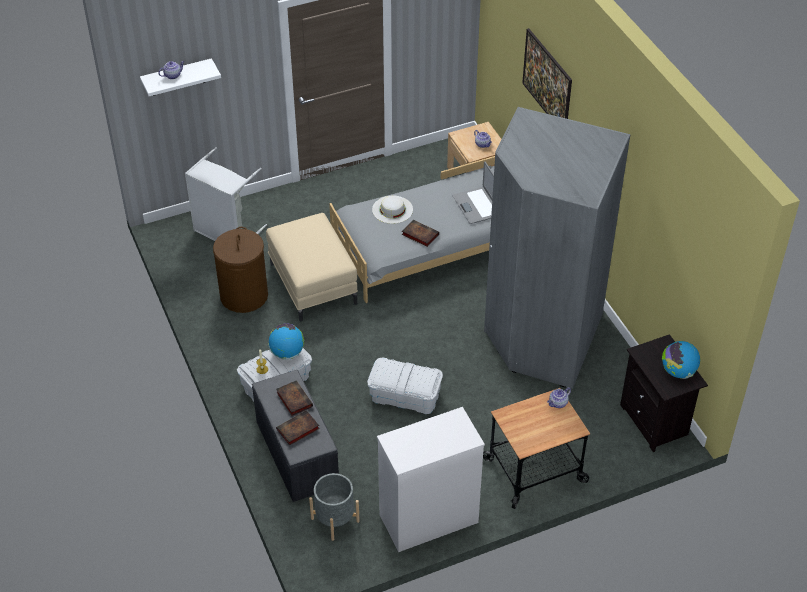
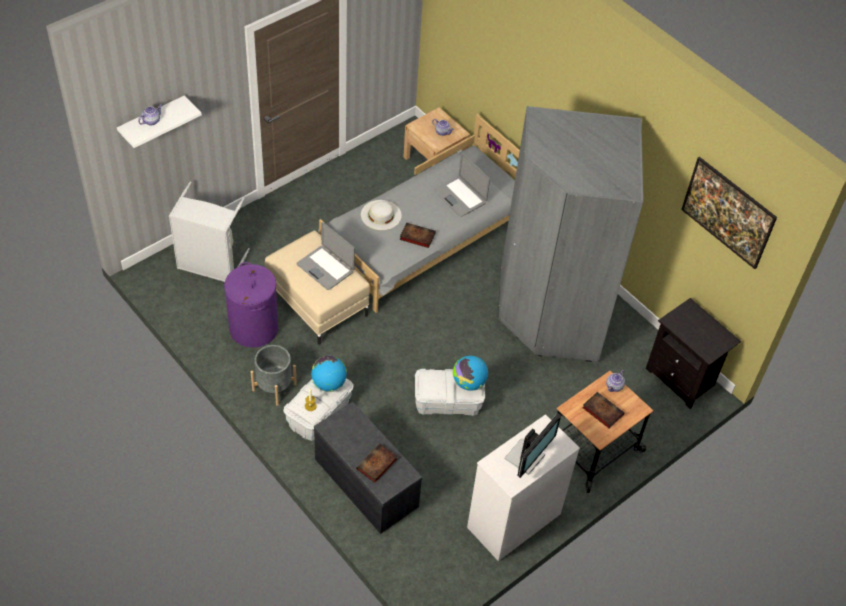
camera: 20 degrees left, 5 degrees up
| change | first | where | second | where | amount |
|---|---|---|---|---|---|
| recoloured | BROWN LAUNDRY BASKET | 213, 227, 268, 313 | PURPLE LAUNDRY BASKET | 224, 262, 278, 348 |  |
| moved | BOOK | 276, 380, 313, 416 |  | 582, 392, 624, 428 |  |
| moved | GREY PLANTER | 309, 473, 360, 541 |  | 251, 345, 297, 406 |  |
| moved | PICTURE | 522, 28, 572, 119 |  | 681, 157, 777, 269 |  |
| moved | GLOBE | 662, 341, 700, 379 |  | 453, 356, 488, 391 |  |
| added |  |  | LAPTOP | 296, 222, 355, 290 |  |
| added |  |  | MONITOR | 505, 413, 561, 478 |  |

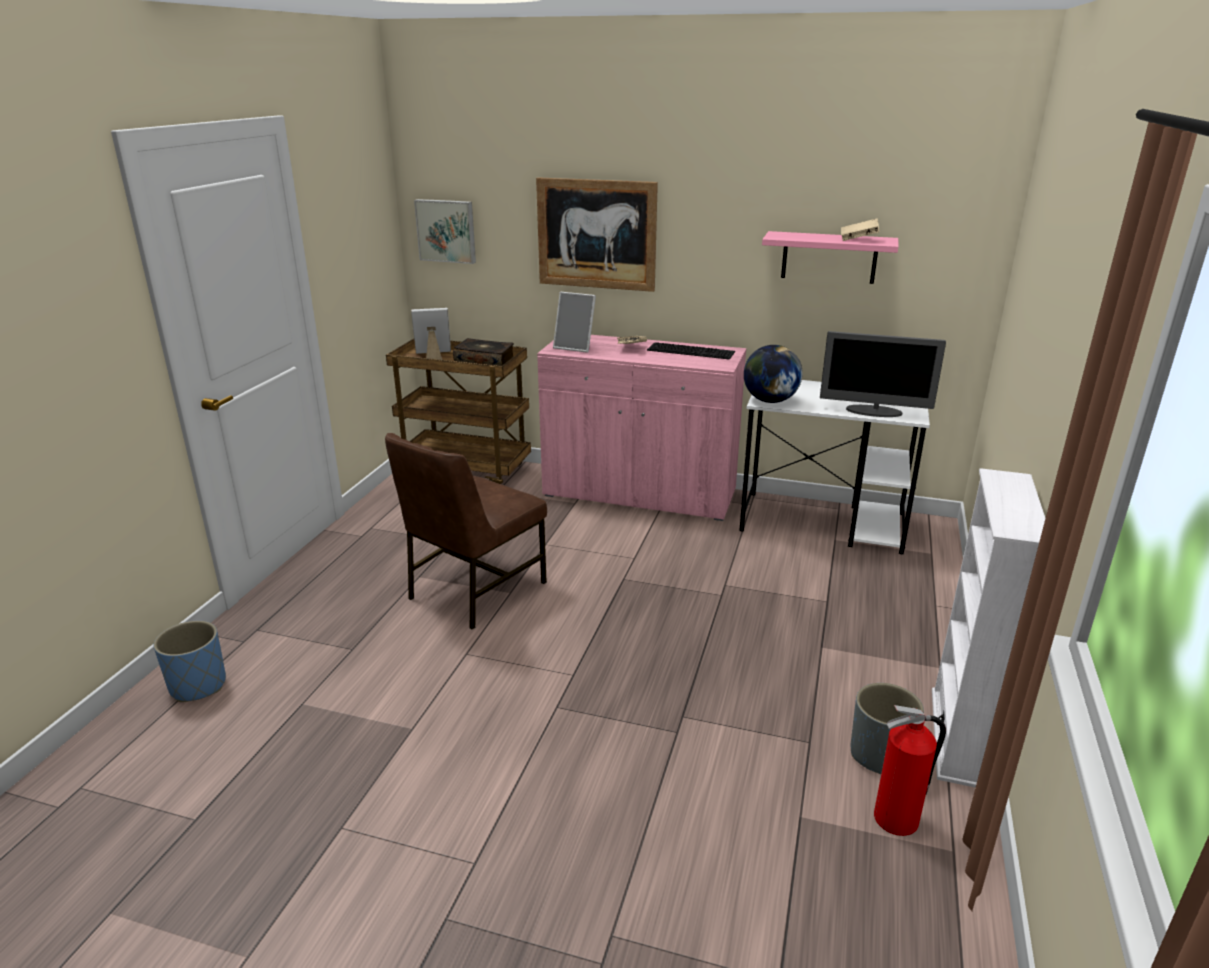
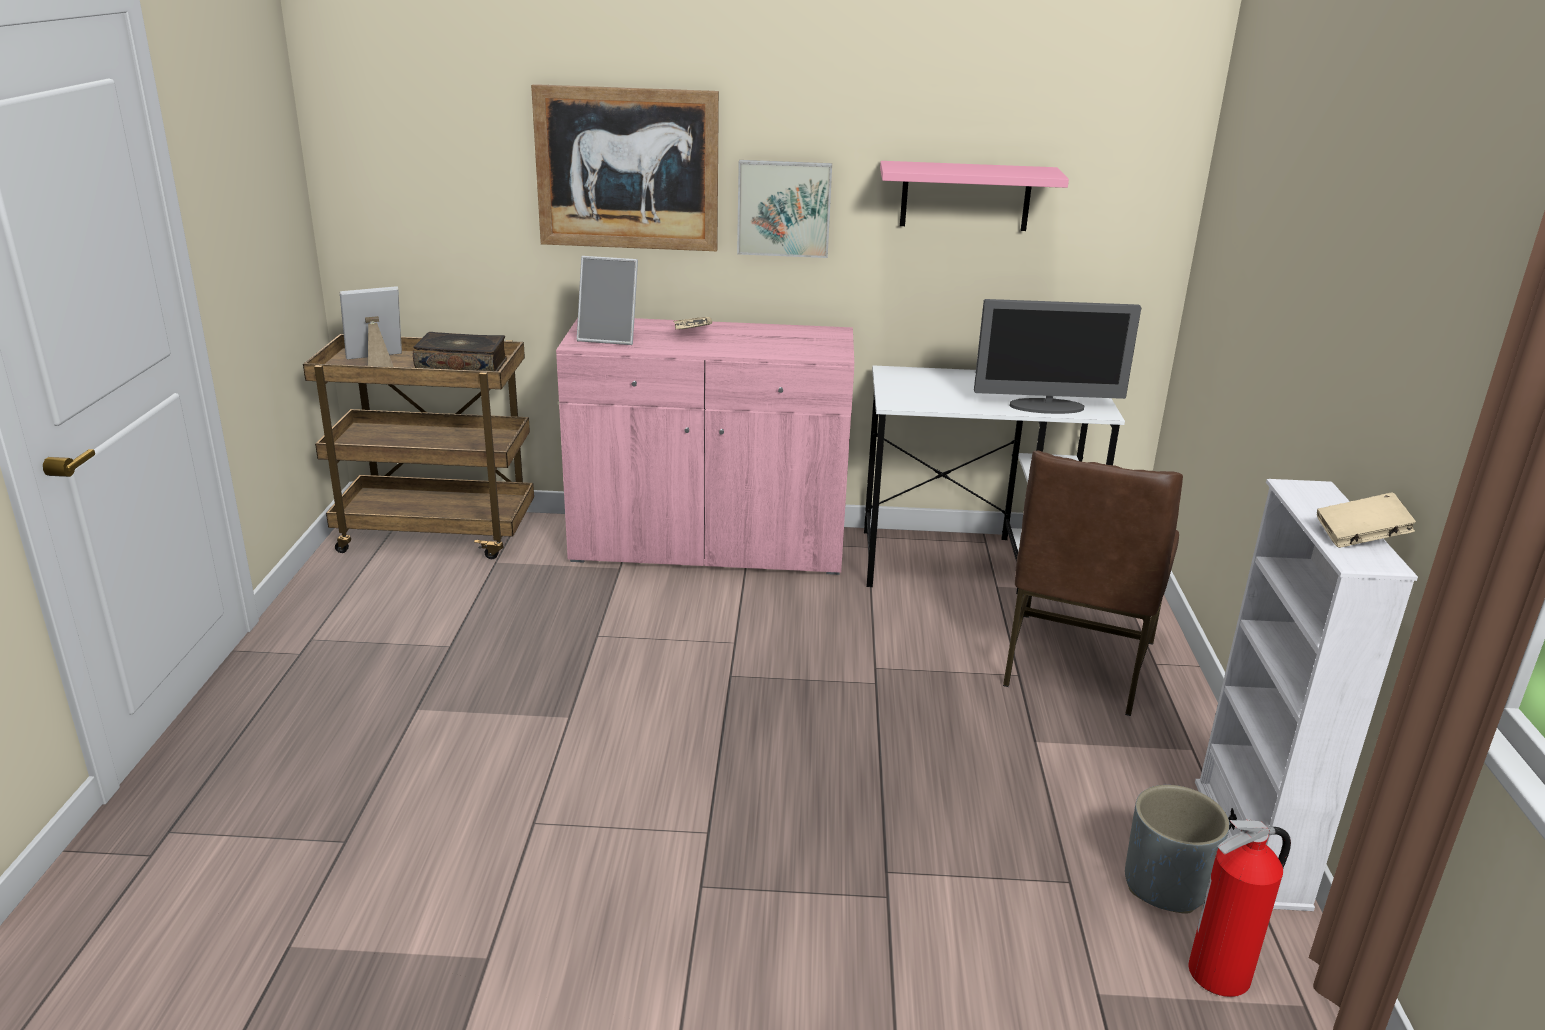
camera: 15 degrees left, 0 degrees up
| change | first | where | second | where | amount |
|---|---|---|---|---|---|
| removed | BLUE PLANTER | 153, 621, 226, 702 |  |  |  |
| moved | BROWN CHAIR | 385, 433, 547, 630 |  | 1003, 450, 1183, 716 |  |
| moved | PICTURE | 414, 199, 476, 264 |  | 737, 160, 832, 258 |  |
| removed | KEYBOARD | 647, 342, 735, 360 |  |  |  |
| removed | GLOBE | 744, 345, 803, 403 |  |  |  |
| moved | BEIGE BOOK | 841, 218, 879, 241 |  | 1317, 492, 1416, 548 |  |

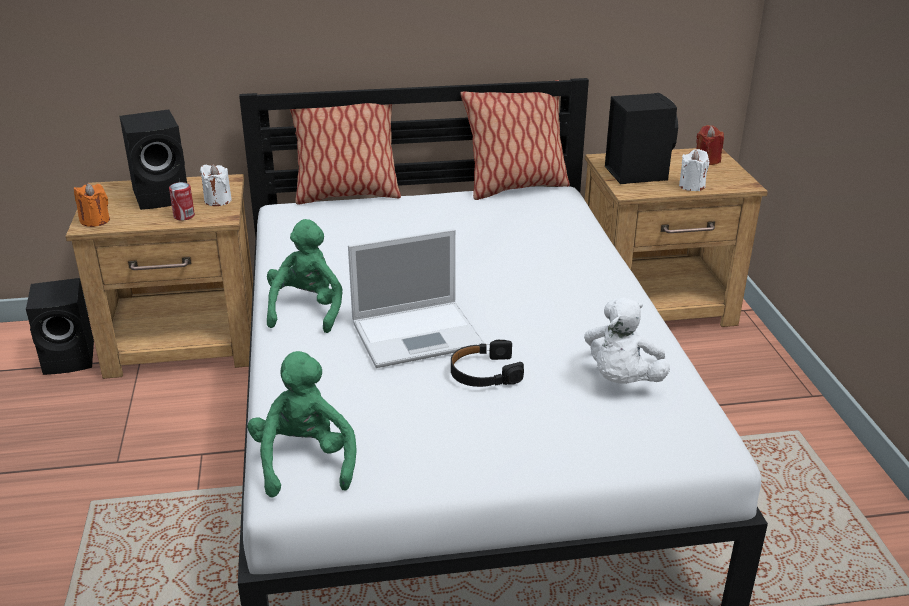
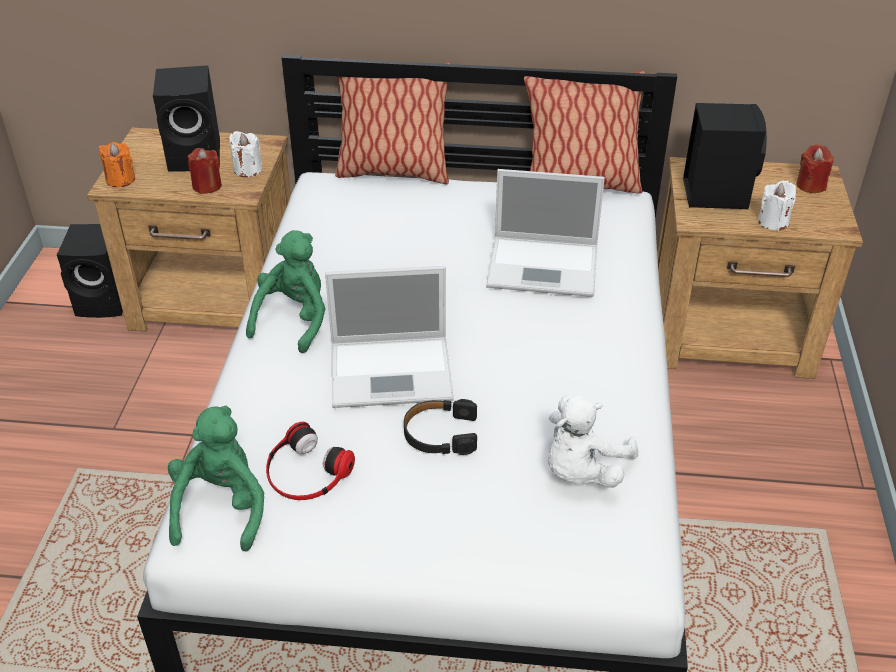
camera: 15 degrees right, 10 degrees up
| change | first | where | second | where | amount |
|---|---|---|---|---|---|
| replaced | CAN | 169, 182, 195, 220 | RED CANDLE | 188, 148, 222, 194 |  |
| added |  |  | HEADPHONES | 266, 422, 355, 500 |  |
| added |  |  | LAPTOP | 486, 169, 605, 297 |  |

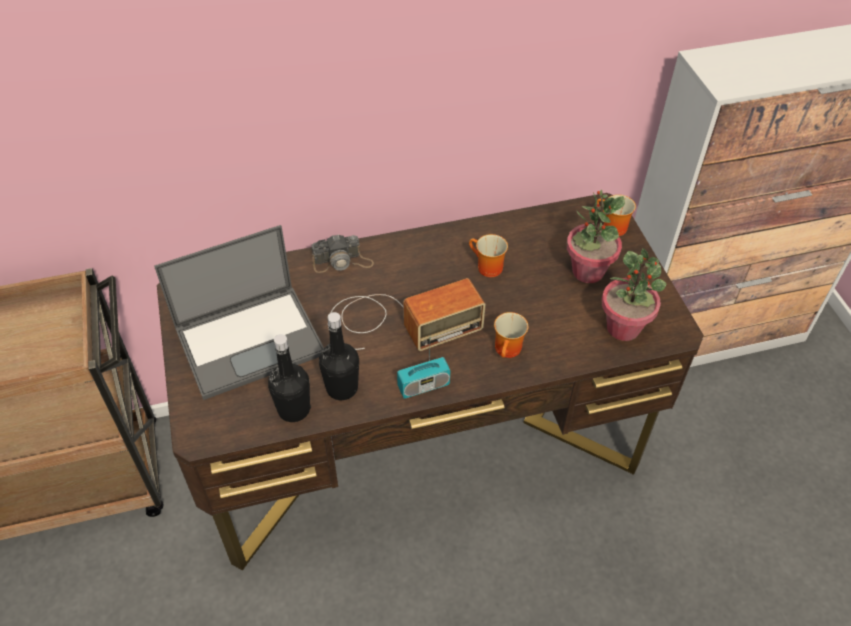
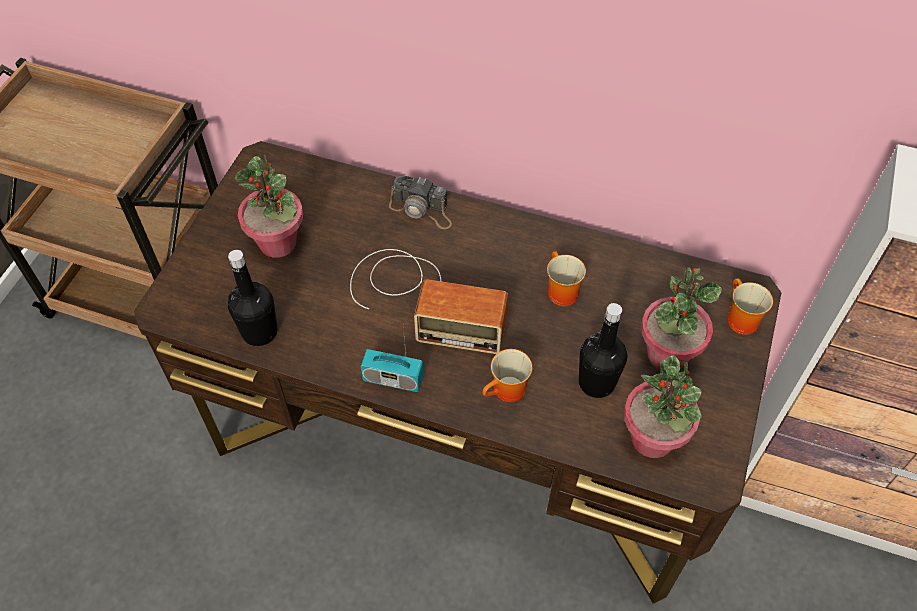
camera: 35 degrees right, 5 degrees up
| change | first | where | second | where | amount |
|---|---|---|---|---|---|
| replaced | LAPTOP | 154, 225, 324, 400 | POTTED PLANT | 235, 155, 303, 258 |  |
| moved | BLACK BOTTLE | 319, 312, 359, 400 |  | 579, 303, 627, 398 |  |

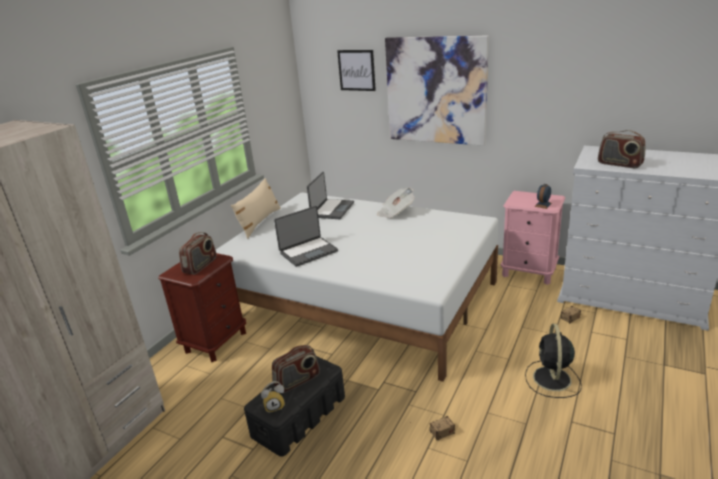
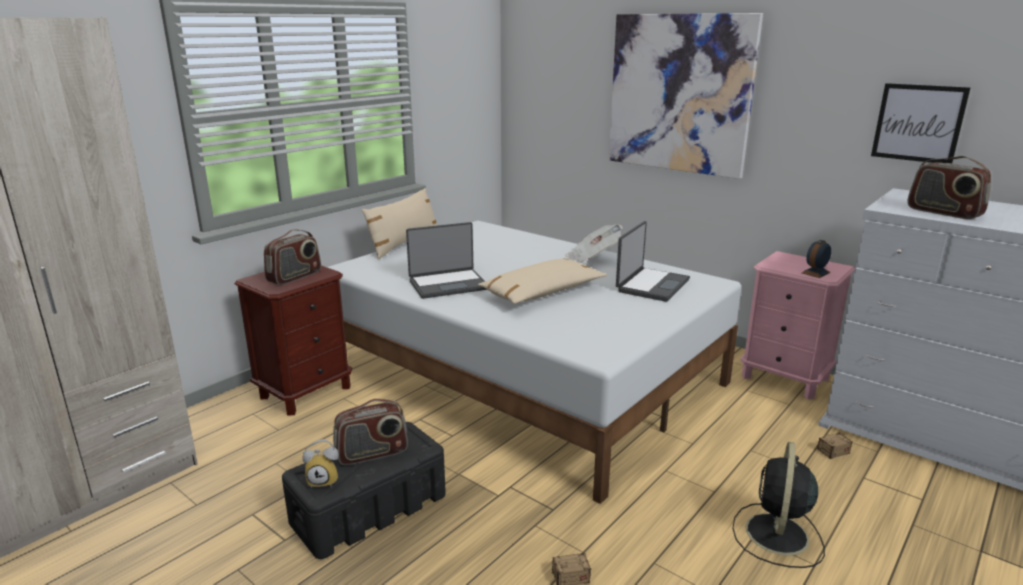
camera: 10 degrees right, 5 degrees down
| change | first | where | second | where | amount |
|---|---|---|---|---|---|
| moved | LAPTOP | 307, 172, 354, 219 |  | 616, 221, 690, 302 |  |
| moved | PICTURE | 337, 50, 376, 91 |  | 871, 83, 970, 163 |  |
| added |  |  | BEIGE PILLOW | 478, 259, 607, 304 |  |

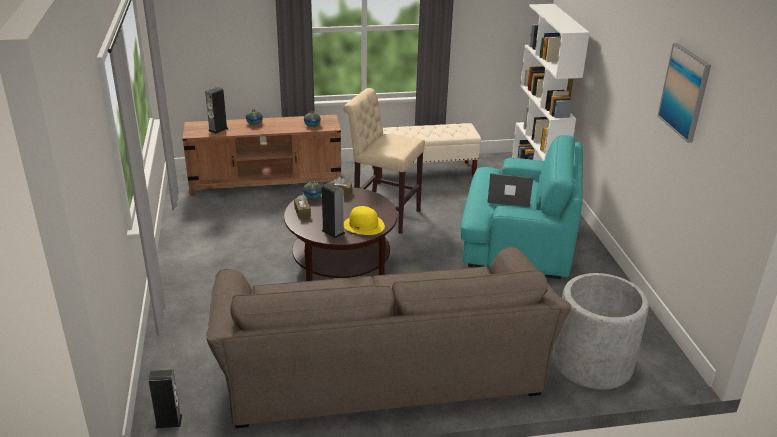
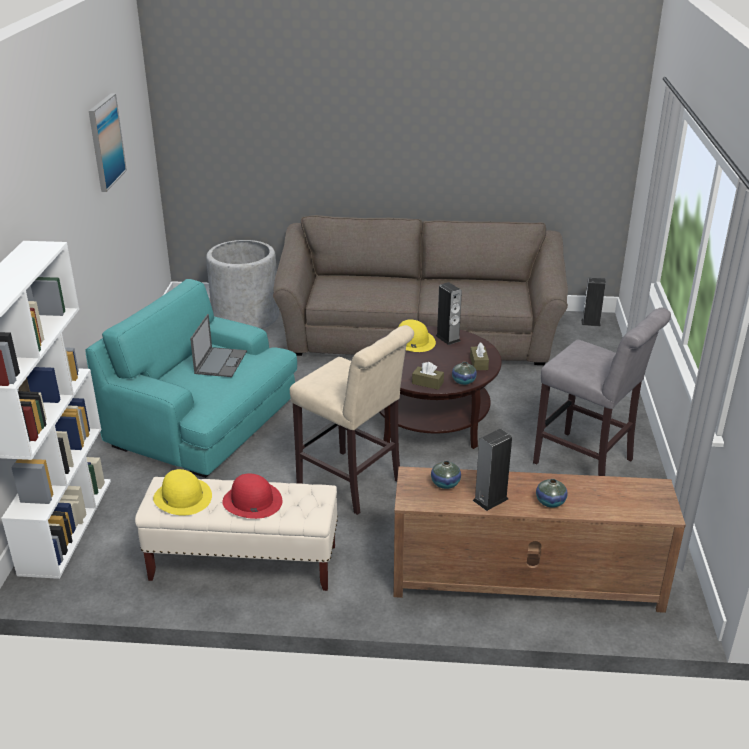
camera: 165 degrees left, 0 degrees up
| change | first | where | second | where | amount |
|---|---|---|---|---|---|
| moved | SPEAKER | 205, 87, 228, 134 |  | 473, 429, 512, 511 |  |
| turned | LAPTOP | 487, 173, 533, 207 |  | 190, 314, 247, 377 | 105 degrees counterclockwise |
| added |  |  | YELLOW HAT | 153, 469, 212, 516 |  |
| added |  |  | RED HAT | 222, 473, 282, 519 |  |
| added |  |  | GREY STOOL | 533, 308, 671, 476 |  |

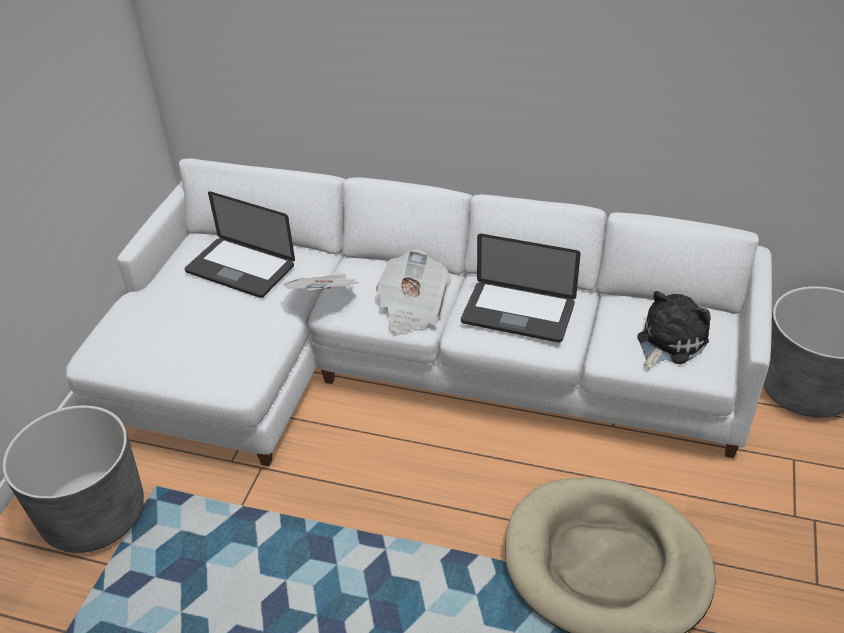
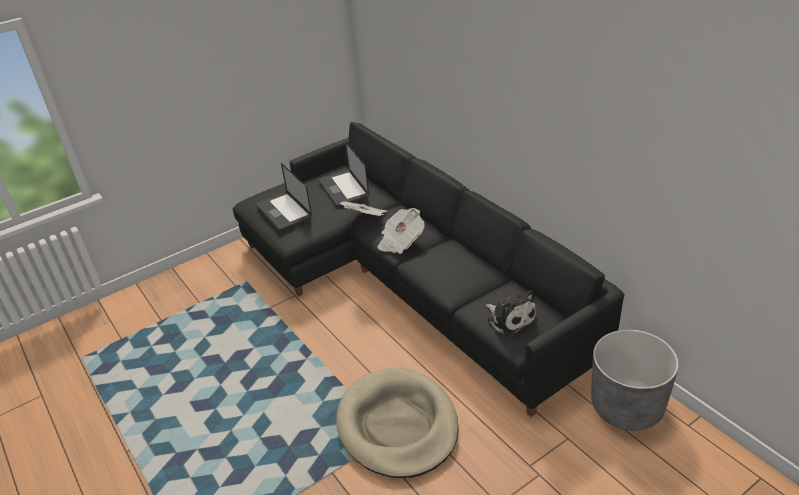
camera: 40 degrees right, 5 degrees down
| change | first | where | second | where | amount |
|---|---|---|---|---|---|
| removed | GREY PLANTER | 2, 405, 144, 553 |  |  |  |
| recoloured | WHITE SOFA | 66, 158, 772, 466 | BLACK SOFA | 233, 122, 624, 417 |  |
| moved | LAPTOP | 461, 234, 581, 343 |  | 256, 163, 312, 231 |  |
| turned | PLUSH TOY | 637, 291, 711, 369 |  | 486, 291, 537, 337 | 60 degrees clockwise |

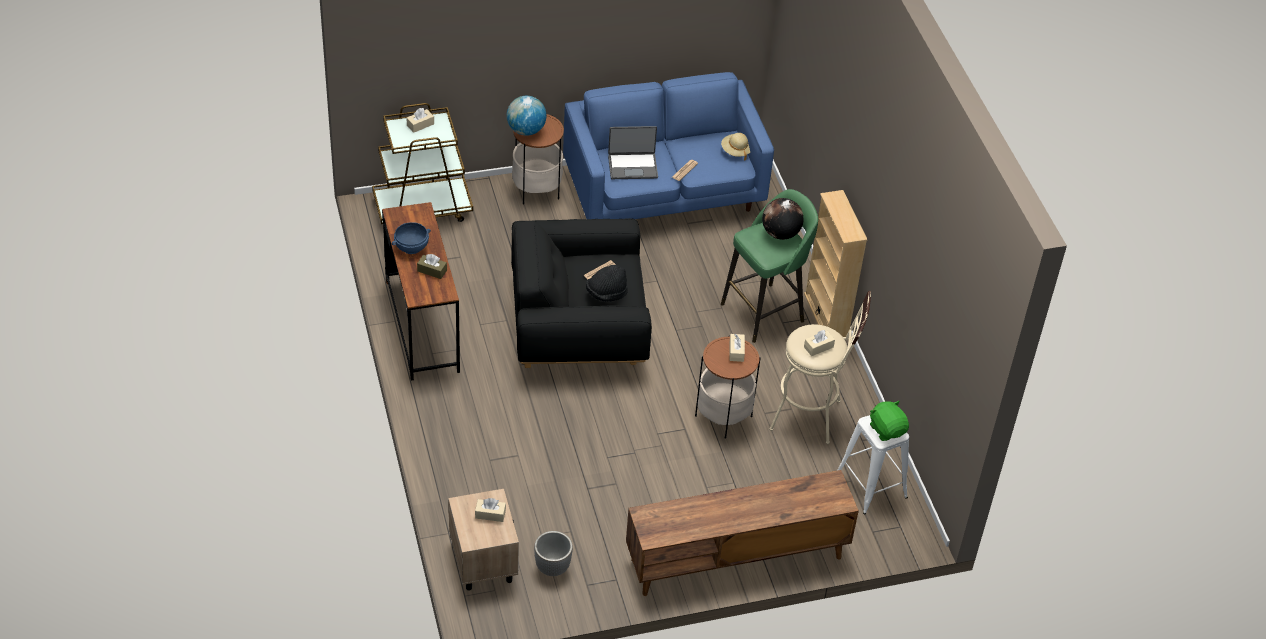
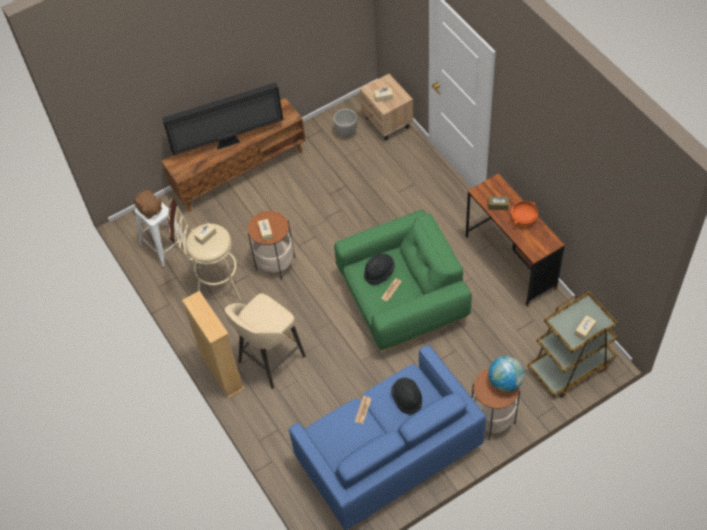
camera: 170 degrees right, 10 degrees up
| change | first | where | second | where | amount |
|---|---|---|---|---|---|
| recoloured | BLUE BOWL | 392, 222, 431, 254 | ORANGE BOWL | 511, 201, 538, 226 |  |
| recoloured | BLACK ARMCHAIR | 511, 218, 652, 368 | GREEN ARMCHAIR | 334, 210, 472, 351 |  |
| replaced | LAPTOP | 608, 126, 658, 179 | BLACK HAT | 391, 378, 422, 415 |  |
| removed | BEIGE HAT | 721, 133, 750, 160 |  |  |  |
| recoloured | GREEN STOOL | 721, 189, 818, 343 | BEIGE STOOL | 225, 293, 306, 389 |  |
| removed | GLOBE | 762, 198, 803, 240 |  |  |  |
| recoloured | GREEN PLUSH TOY | 870, 401, 909, 441 | BROWN PLUSH TOY | 134, 190, 162, 219 |  |
| added |  |  | TELEVISION | 162, 82, 283, 155 |  |

